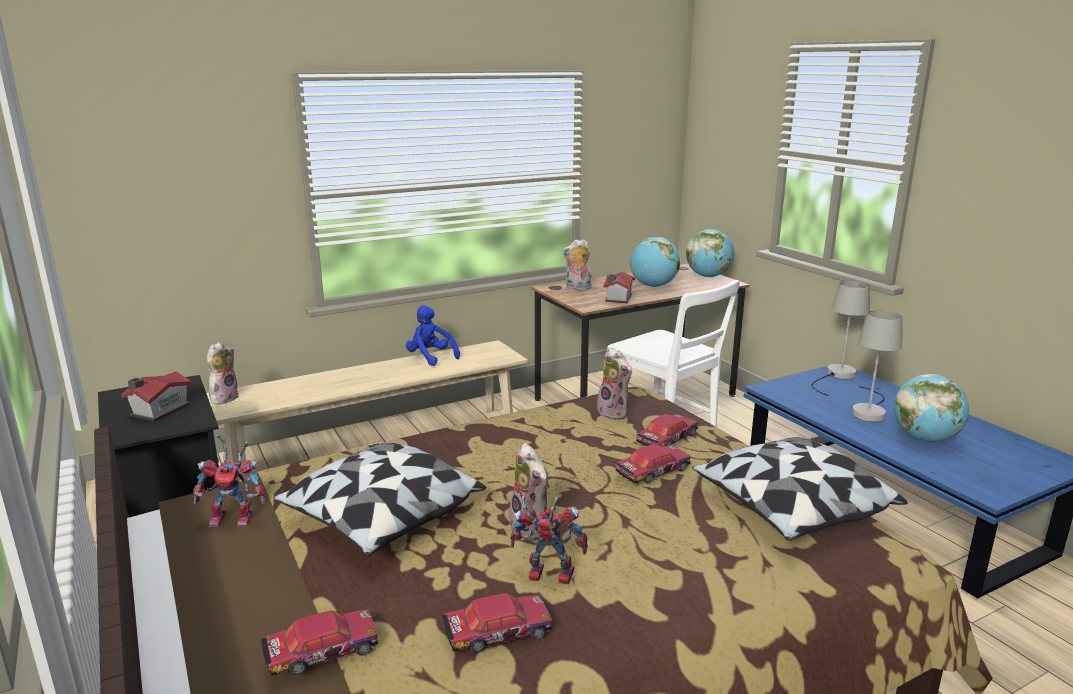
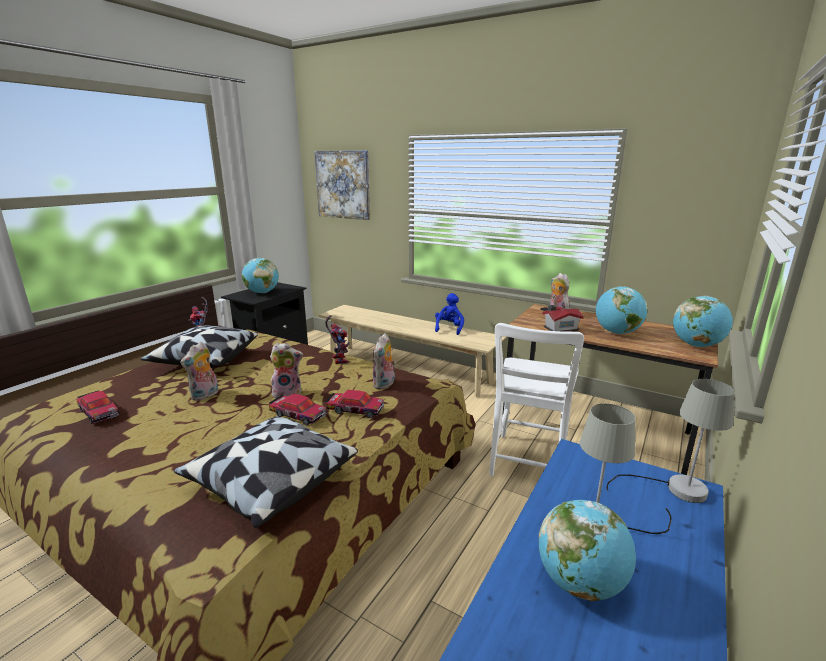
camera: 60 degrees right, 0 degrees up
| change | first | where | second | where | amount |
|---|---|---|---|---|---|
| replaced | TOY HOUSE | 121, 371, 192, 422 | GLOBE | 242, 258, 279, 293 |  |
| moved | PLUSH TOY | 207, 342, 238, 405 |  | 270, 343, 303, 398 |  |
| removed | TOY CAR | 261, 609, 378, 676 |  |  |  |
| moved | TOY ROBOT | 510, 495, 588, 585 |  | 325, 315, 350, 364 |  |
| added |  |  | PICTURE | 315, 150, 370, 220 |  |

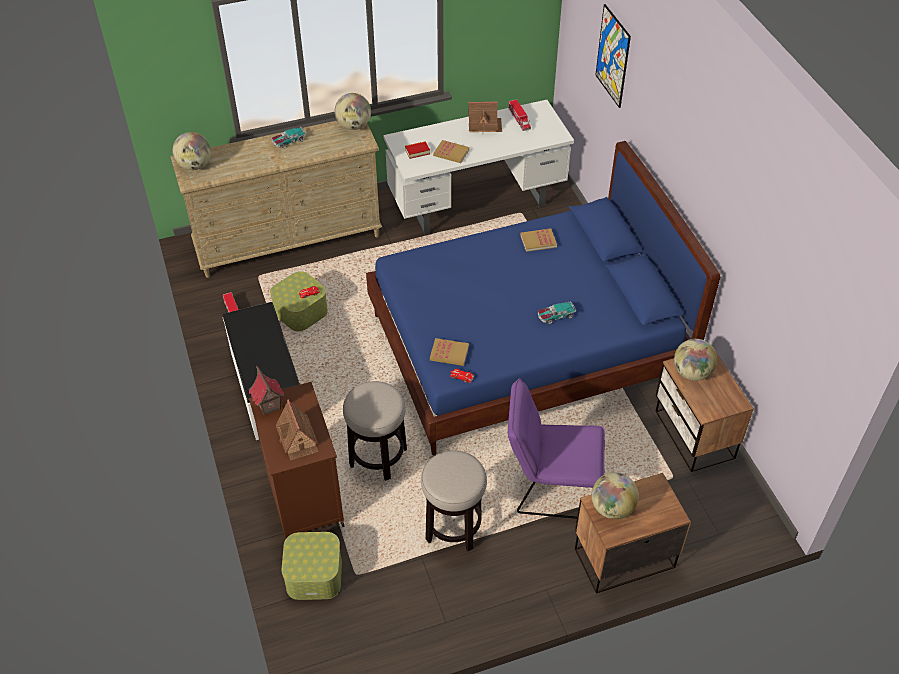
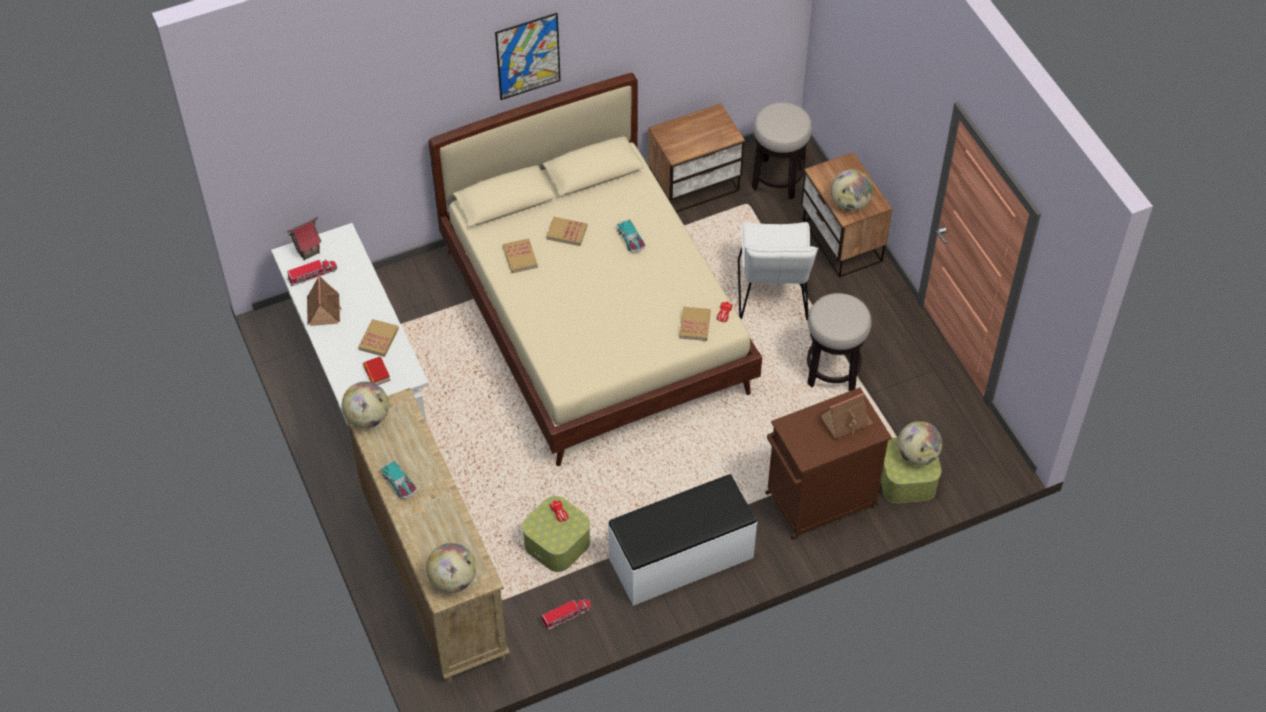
camera: 95 degrees left, 5 degrees up
| change | first | where | second | where | amount |
|---|---|---|---|---|---|
| moved | TOY HOUSE | 249, 366, 284, 416 |  | 287, 217, 322, 260 |  |
| moved | STOOL | 343, 381, 407, 481 |  | 752, 102, 812, 200 |  |
| recoloured | BLUE BED | 366, 141, 720, 456 | BEIGE BED | 429, 73, 762, 466 |  |
| recoloured | PURPLE CHAIR | 508, 378, 605, 519 | WHITE CHAIR | 738, 221, 818, 321 |  |
| moved | PICTURE | 595, 4, 631, 108 |  | 495, 13, 561, 100 |  |
| moved | GLOBE | 674, 339, 717, 381 |  | 898, 421, 942, 466 |  |
| added |  |  | BOOK | 546, 217, 587, 246 |  |

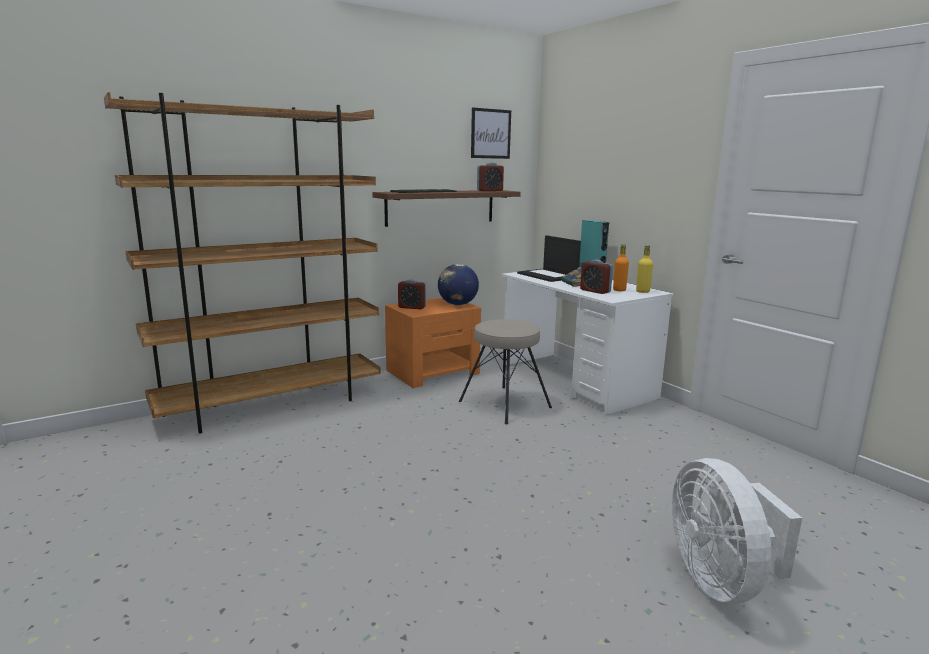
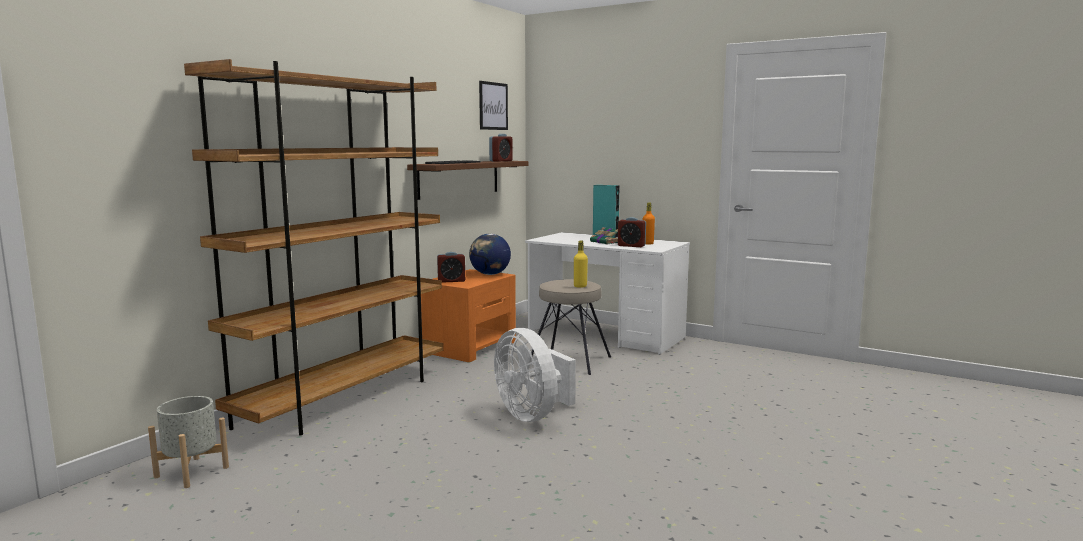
camera: 25 degrees left, 5 degrees down
| change | first | where | second | where | amount |
|---|---|---|---|---|---|
| removed | LAPTOP | 517, 235, 581, 282 |  |  |  |
| moved | YELLOW BOTTLE | 636, 245, 653, 293 |  | 574, 241, 588, 288 |  |
| moved | WHITE FAN | 672, 458, 802, 604 |  | 494, 328, 576, 422 |  |
| added |  |  | GREY PLANTER | 148, 396, 229, 488 |  |

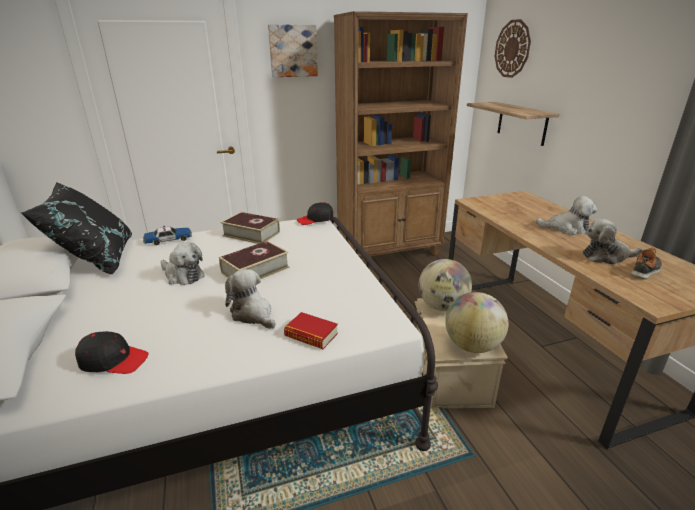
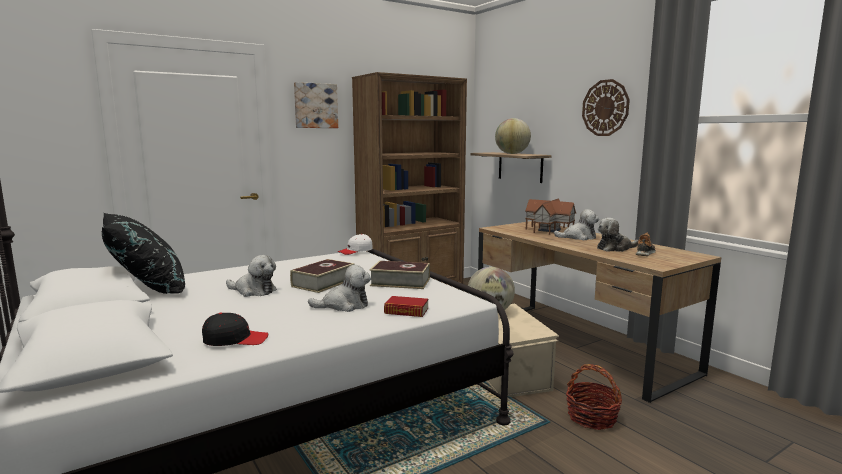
camera: 15 degrees left, 15 degrees down
| change | first | where | second | where | amount |
|---|---|---|---|---|---|
| removed | TOY CAR | 143, 226, 192, 245 |  |  |  |
| moved | BOOK | 220, 212, 280, 244 |  | 369, 261, 430, 289 |  |
| turned | PLUSH TOY | 225, 269, 276, 329 |  | 308, 265, 371, 312 | 135 degrees clockwise |
| recoloured | BLACK CAP | 297, 202, 333, 225 | WHITE CAP | 338, 234, 373, 255 |  |
| moved | GLOBE | 445, 292, 508, 353 |  | 495, 118, 531, 154 |  |
| moved | WALL CLOCK | 495, 19, 531, 78 |  | 582, 79, 630, 136 |  |
| added |  |  | TOY HOUSE | 525, 199, 577, 235 |  |
| added |  |  | BASKET | 566, 364, 622, 430 |  |

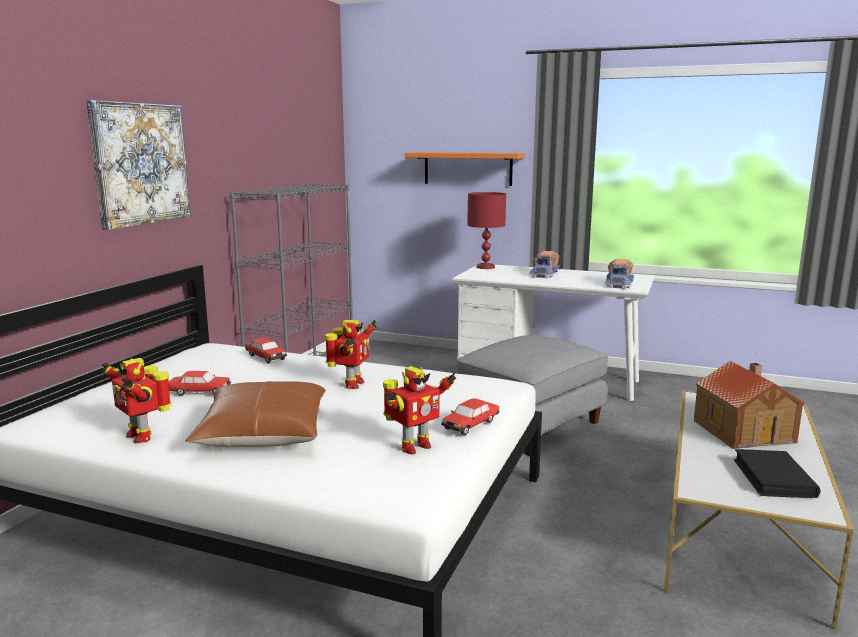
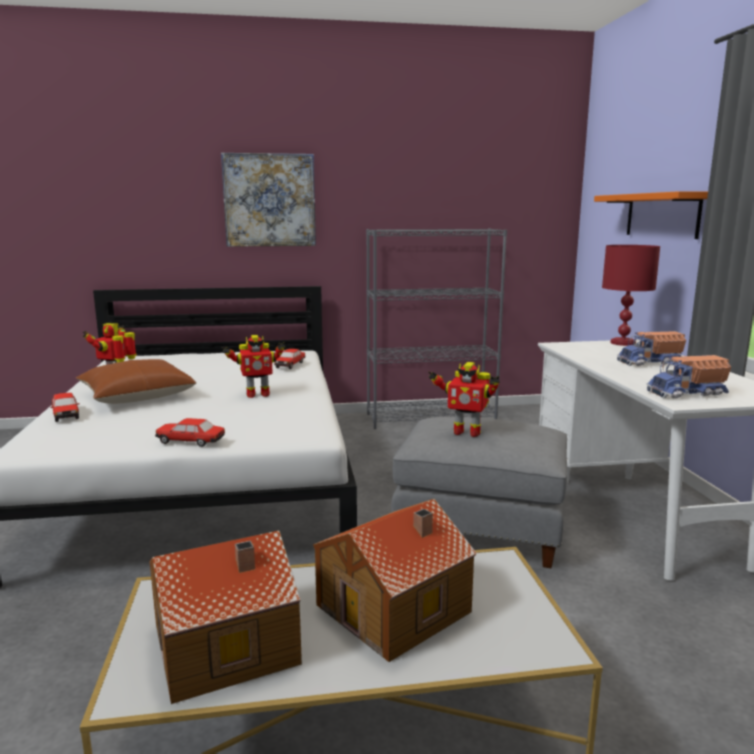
camera: 60 degrees right, 0 degrees up
| change | first | where | second | where | amount |
|---|---|---|---|---|---|
| moved | TOY CAR | 168, 371, 231, 396 |  | 50, 393, 80, 422 |  |
| moved | TOY ROBOT | 383, 366, 457, 454 |  | 428, 362, 500, 437 |  |
| replaced | BLACK BOOK | 734, 449, 821, 498 | TOY HOUSE | 150, 531, 302, 704 |  |

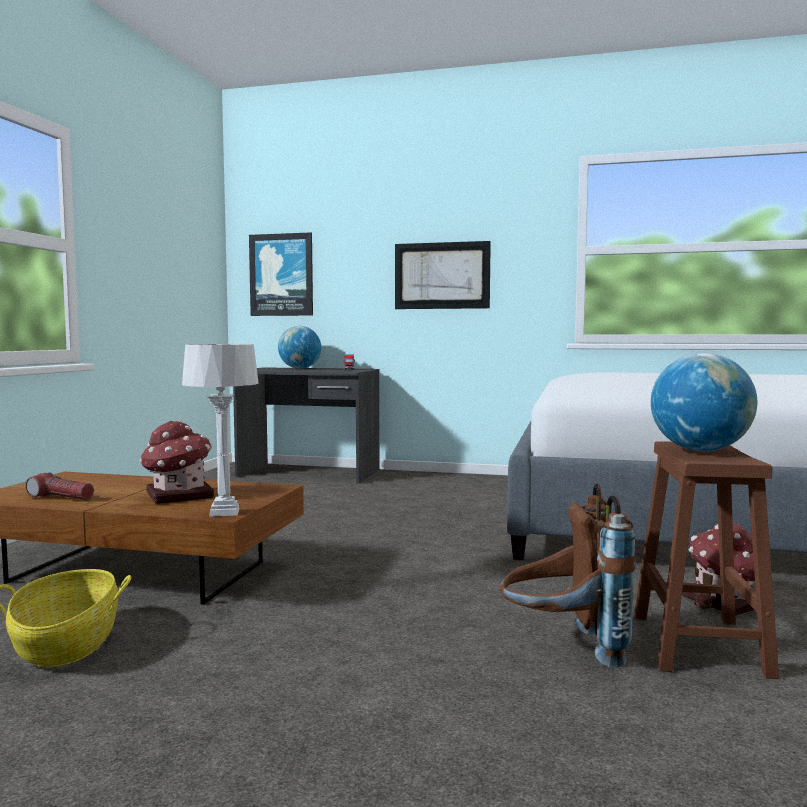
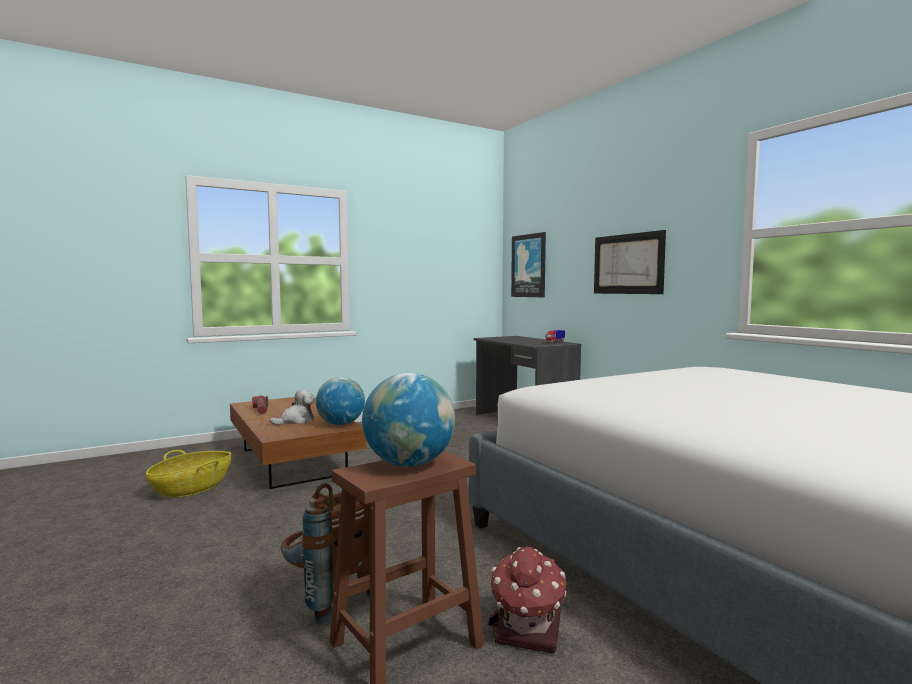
camera: 45 degrees right, 0 degrees up
| change | first | where | second | where | amount |
|---|---|---|---|---|---|
| replaced | TOY HOUSE | 139, 421, 214, 504 | PLUSH TOY | 270, 389, 315, 425 |  |
| removed | GREY TABLE LAMP | 182, 344, 258, 517 |  |  |  |
| moved | GLOBE | 278, 326, 321, 369 |  | 316, 377, 365, 425 |  |

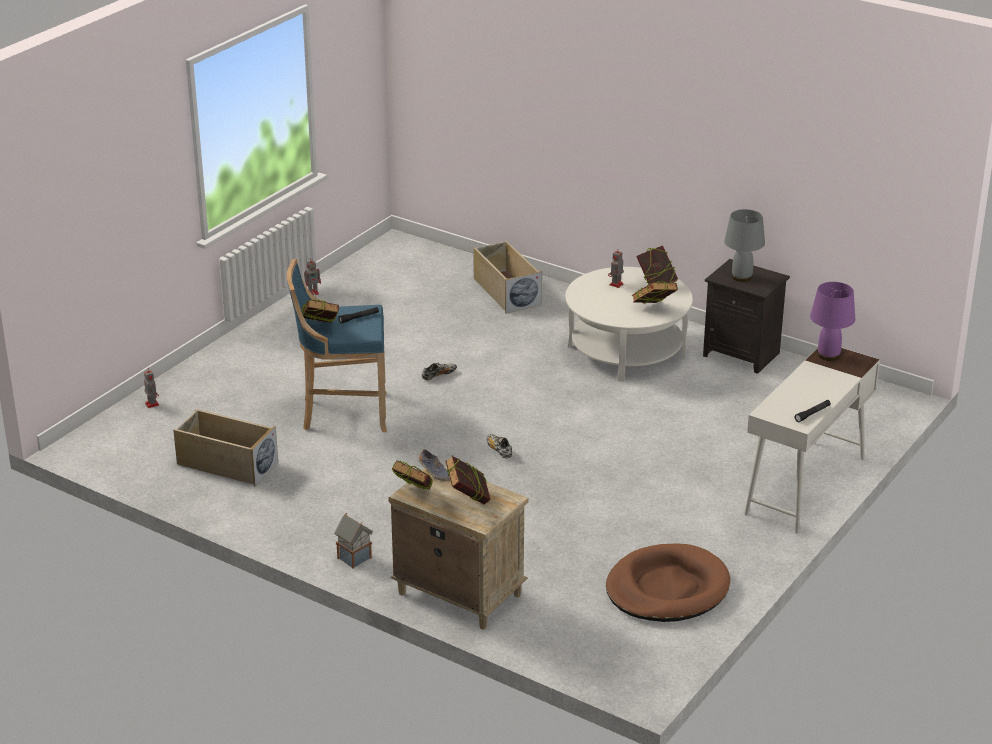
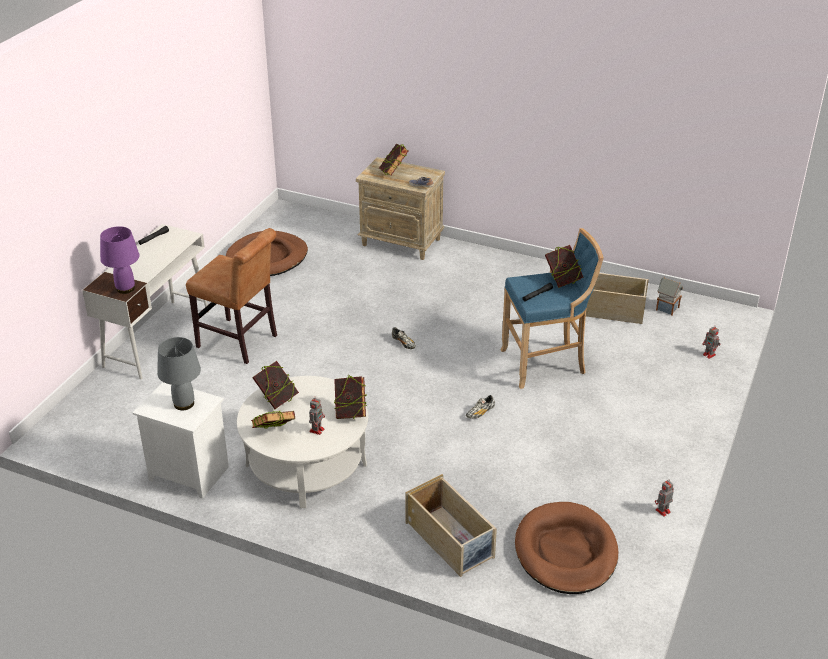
camera: 170 degrees right, 5 degrees up
| change | first | where | second | where | amount |
|---|---|---|---|---|---|
| moved | TOY HOUSE | 334, 513, 373, 569 |  | 656, 277, 683, 316 |  |
| moved | BOOK | 392, 460, 433, 490 |  | 334, 375, 367, 419 |  |
| recoloured | BLACK NIGHTSTAND | 703, 259, 790, 374 | WHITE NIGHTSTAND | 133, 382, 229, 499 |  |
| added |  |  | BROWN CHAIR | 186, 228, 277, 364 |  |
| added |  |  | BROWN DOG BED | 515, 502, 618, 594 |  |

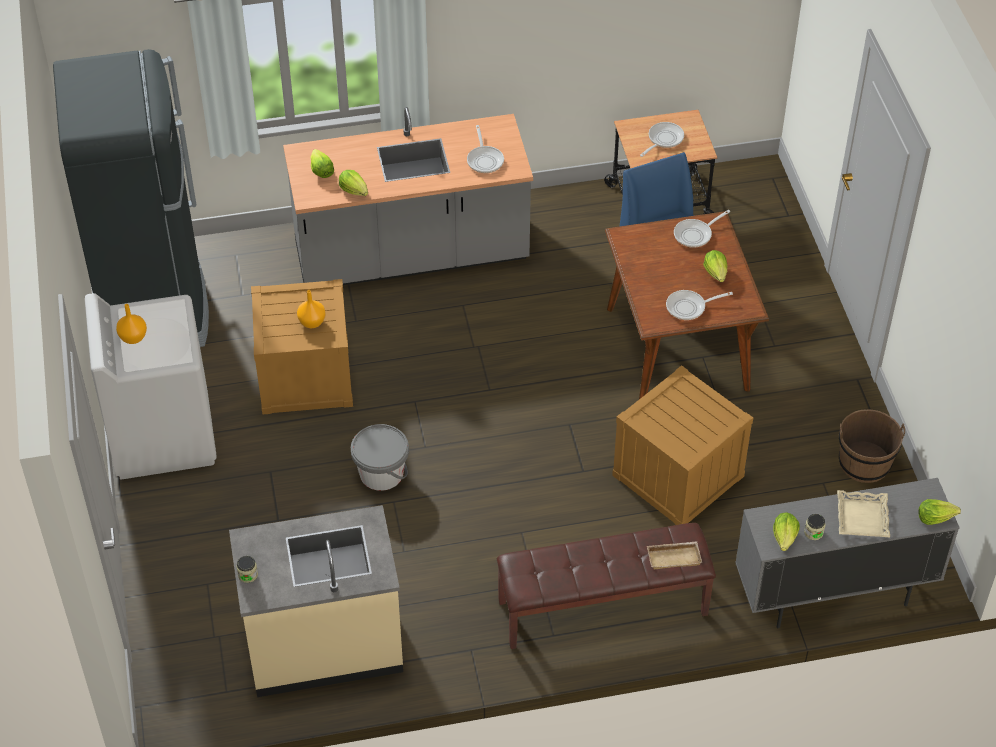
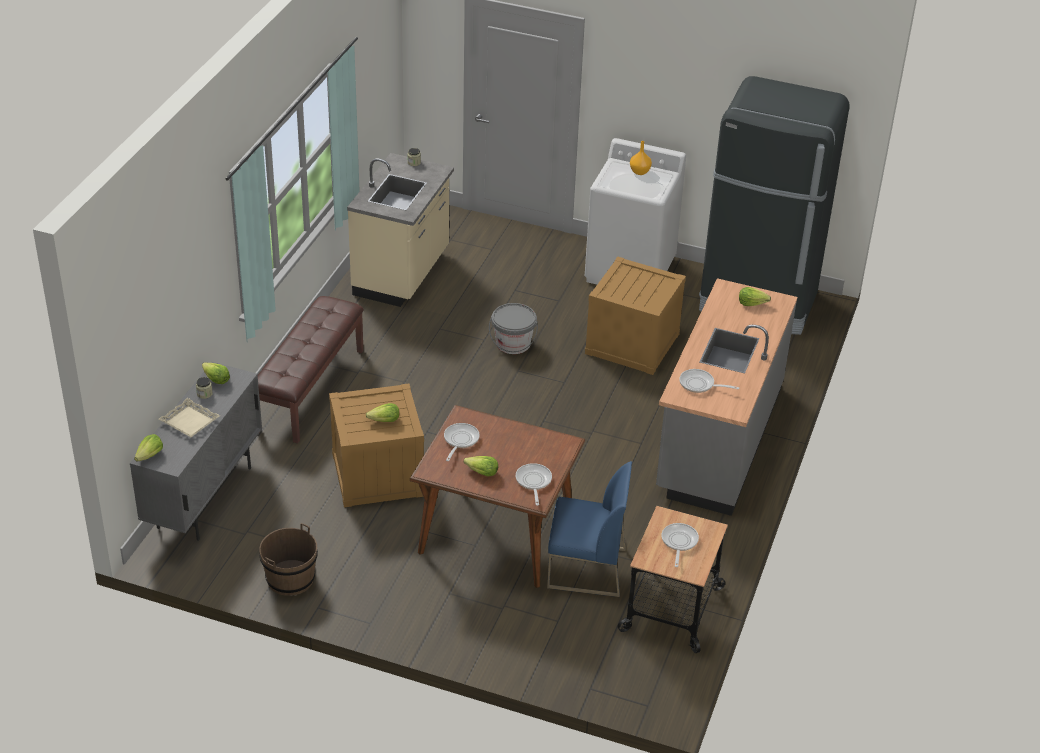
camera: 120 degrees right, 10 degrees down
| change | first | where | second | where | amount |
|---|---|---|---|---|---|
| removed | ORANGE VASE | 297, 290, 325, 328 |  |  |  |
| moved | LETTUCE | 339, 170, 368, 196 |  | 366, 403, 399, 422 |  |
| turned | FRYING PAN | 640, 122, 684, 157 |  | 662, 523, 699, 567 | 150 degrees counterclockwise |
| removed | BEIGE TRAY | 647, 541, 702, 569 |  |  |  |

